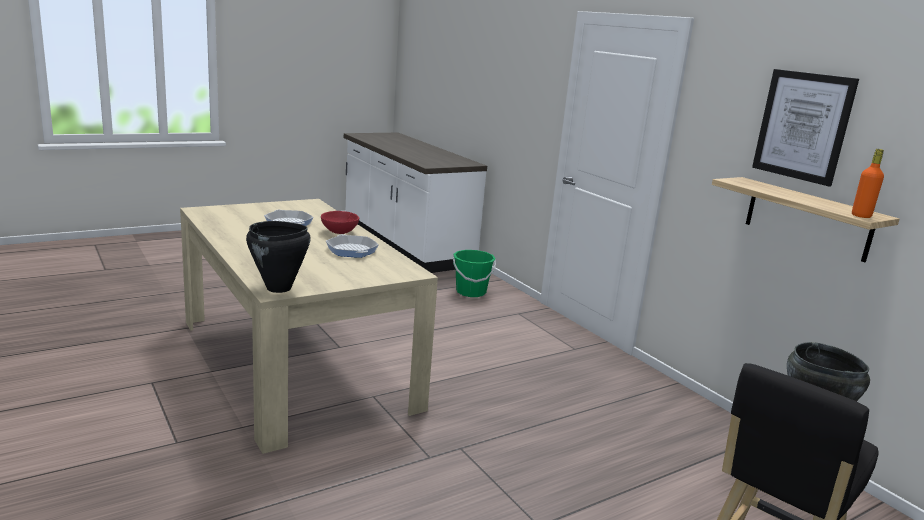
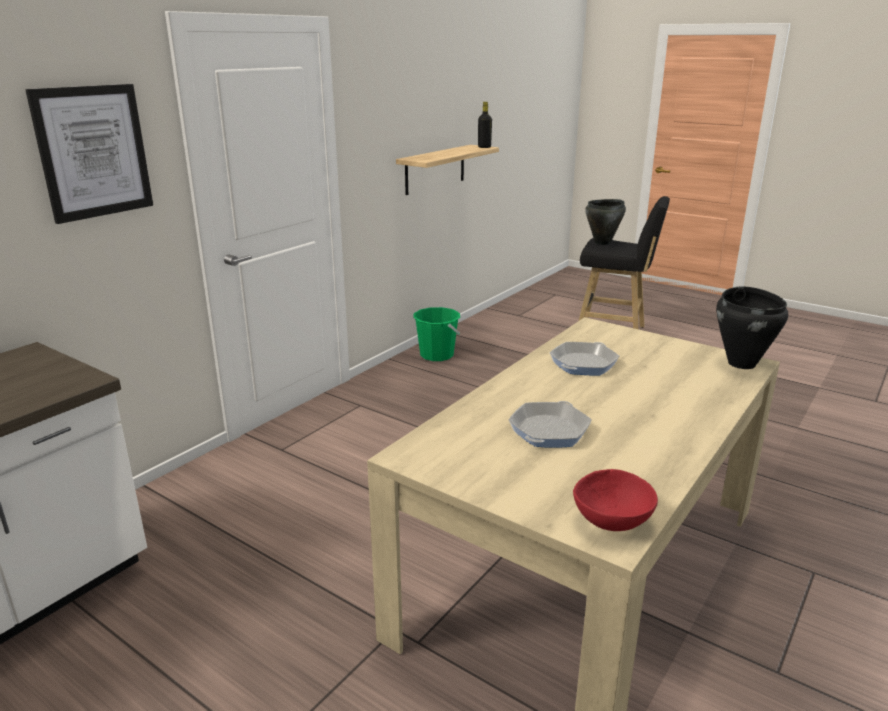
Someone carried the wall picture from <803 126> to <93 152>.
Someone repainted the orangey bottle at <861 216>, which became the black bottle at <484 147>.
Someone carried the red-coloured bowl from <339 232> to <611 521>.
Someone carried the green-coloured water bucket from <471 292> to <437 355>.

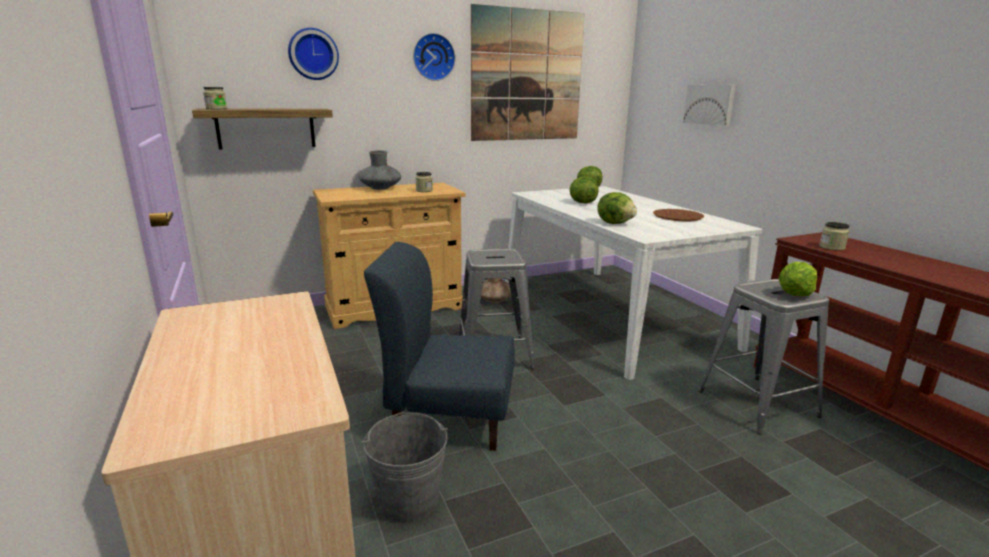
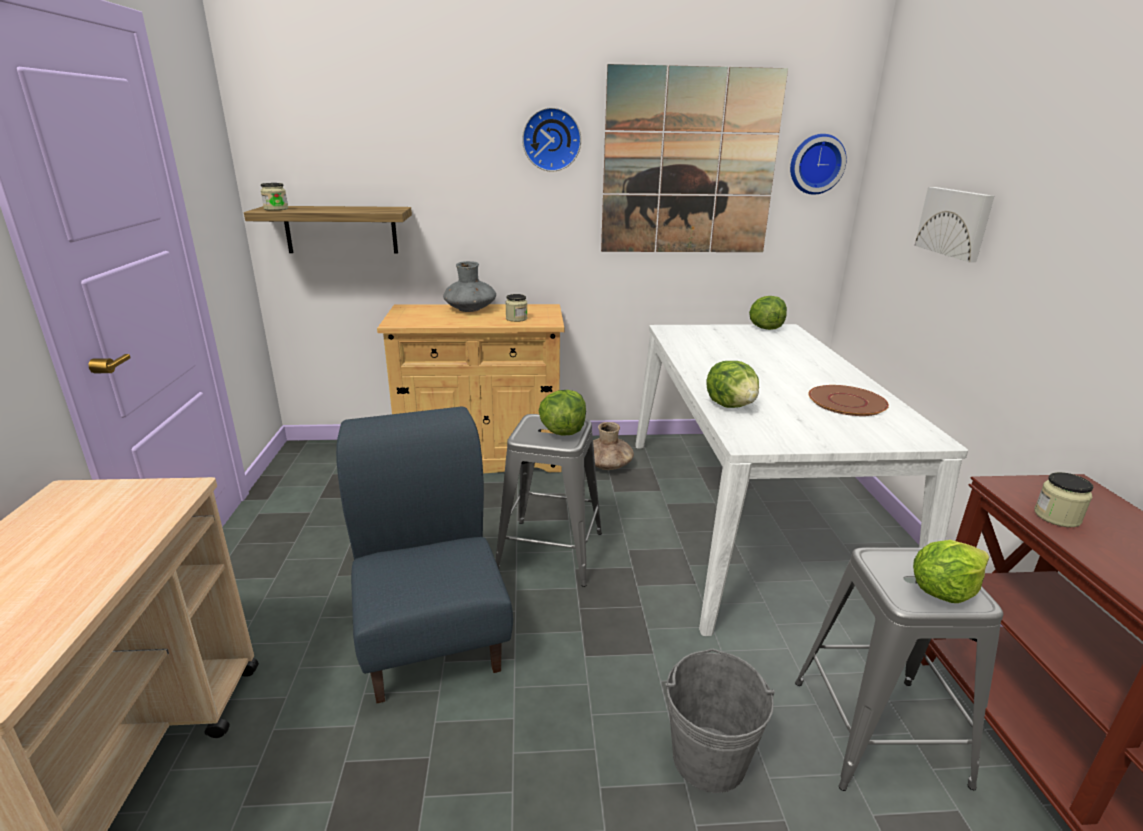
Someone carried the clock on the wall from <313 54> to <816 164>.
Someone carried the lettuce head from <582 203> to <562 431>.
Someone rotated the blue-coloured chair at <449 418> by 45 degrees clockwise.
Someone carried the gray water bucket from <409 500> to <709 758>.

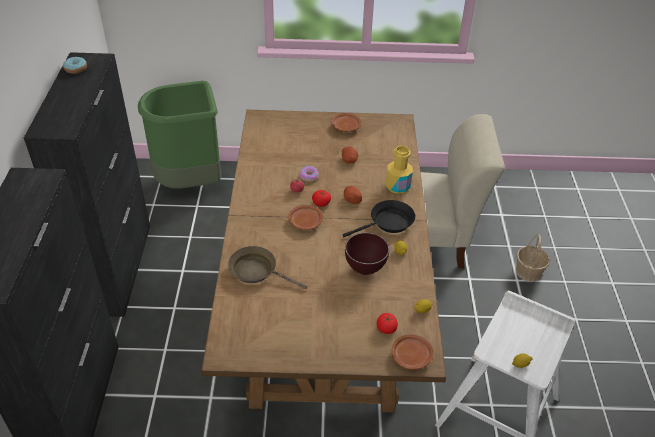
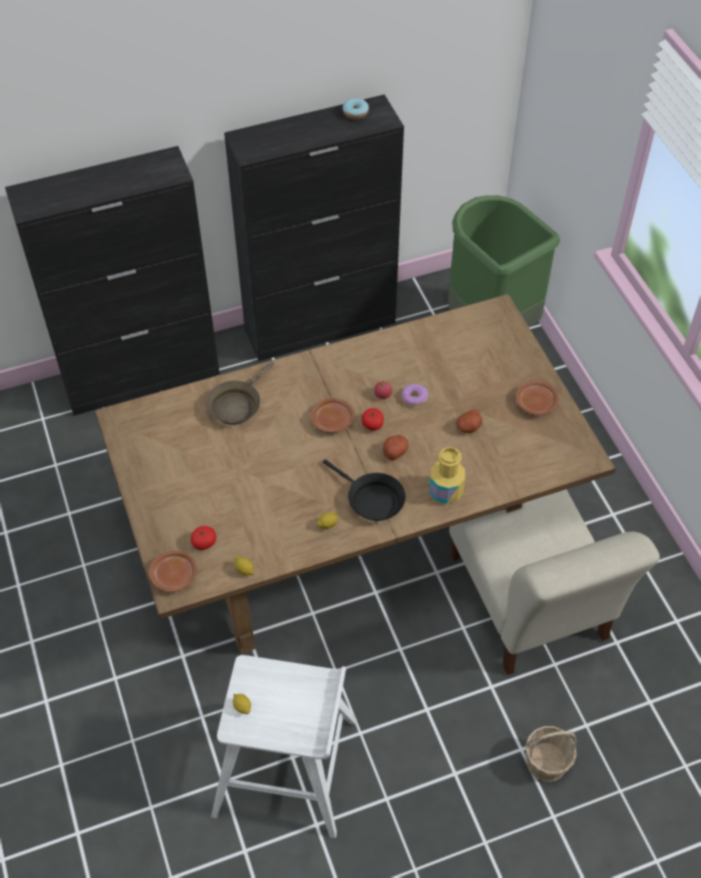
Someone took away the brown bowl at <364 270>.
Someone rotated the brown frying pan at <257 271> by 150 degrees counterclockwise.

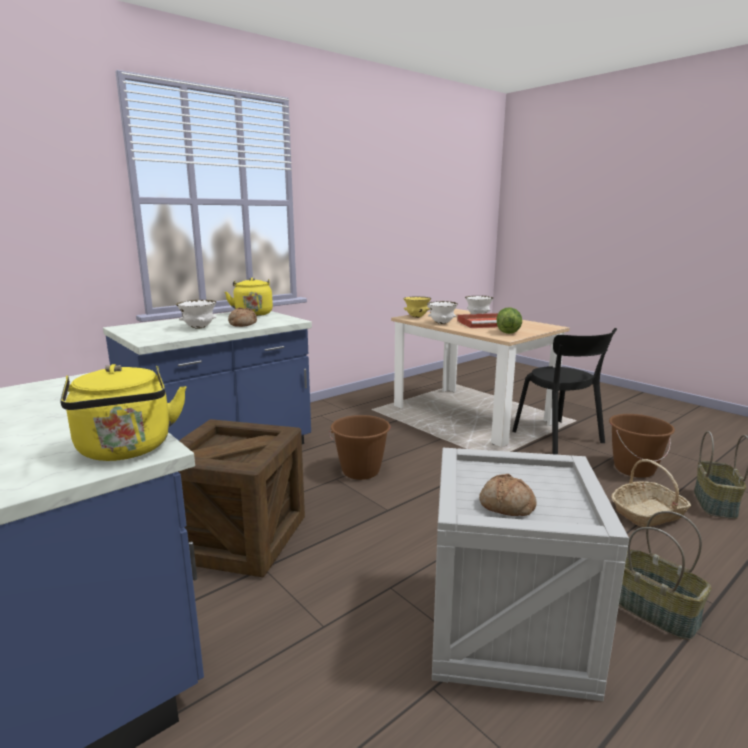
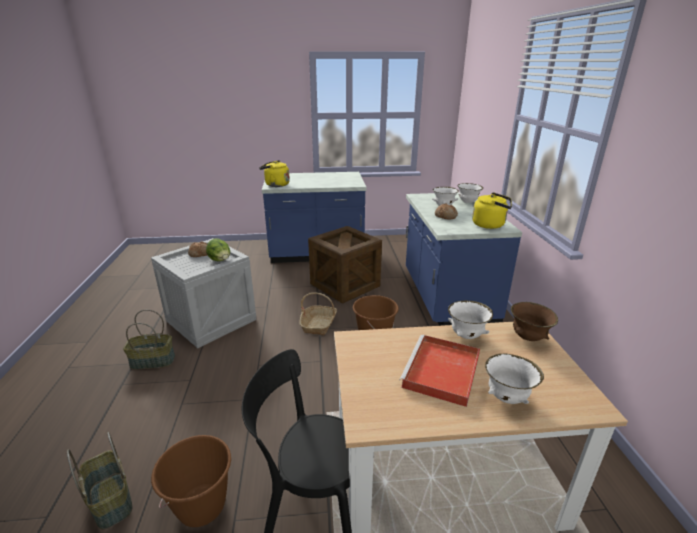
Someone repainted the yellow-coloured bowl at <417 317>, which became the brown bowl at <528 338>.
Someone carried the lettuce head from <508 332> to <220 261>.
Someone carried the basket from <648 514> to <319 324>.
Someone put down the whitish bowl at <467 202>.

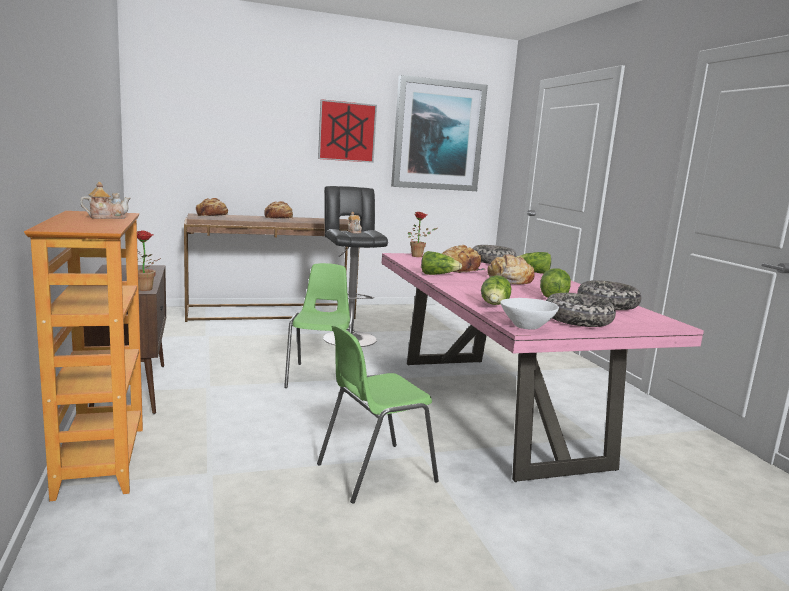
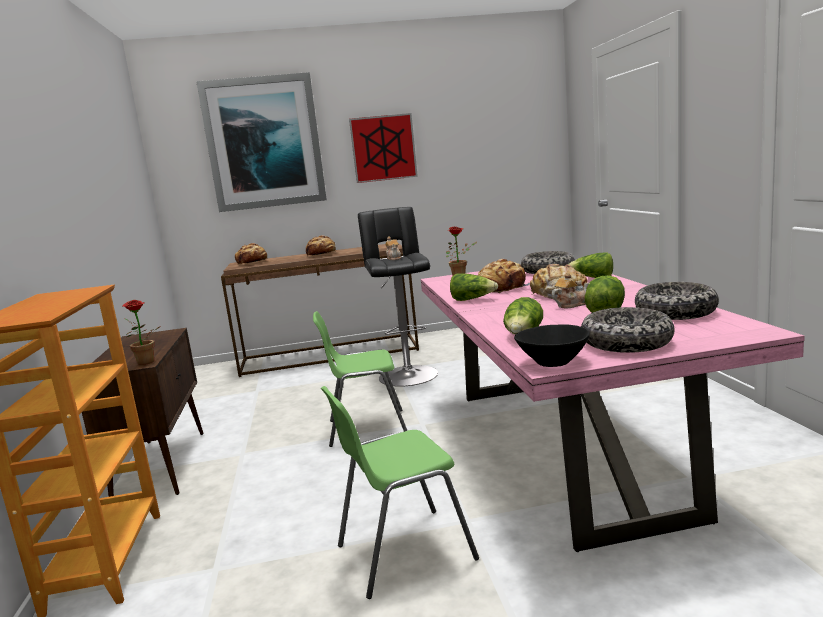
Someone carried the wall picture from <437 135> to <264 143>.
Someone carried the tea pot from <106 217> to <571 305>.
Someone rotated the green-coloured chair at <321 377> by 105 degrees counterclockwise.
Someone repainted the whitish bowl at <526 326>, which became the black bowl at <552 362>.

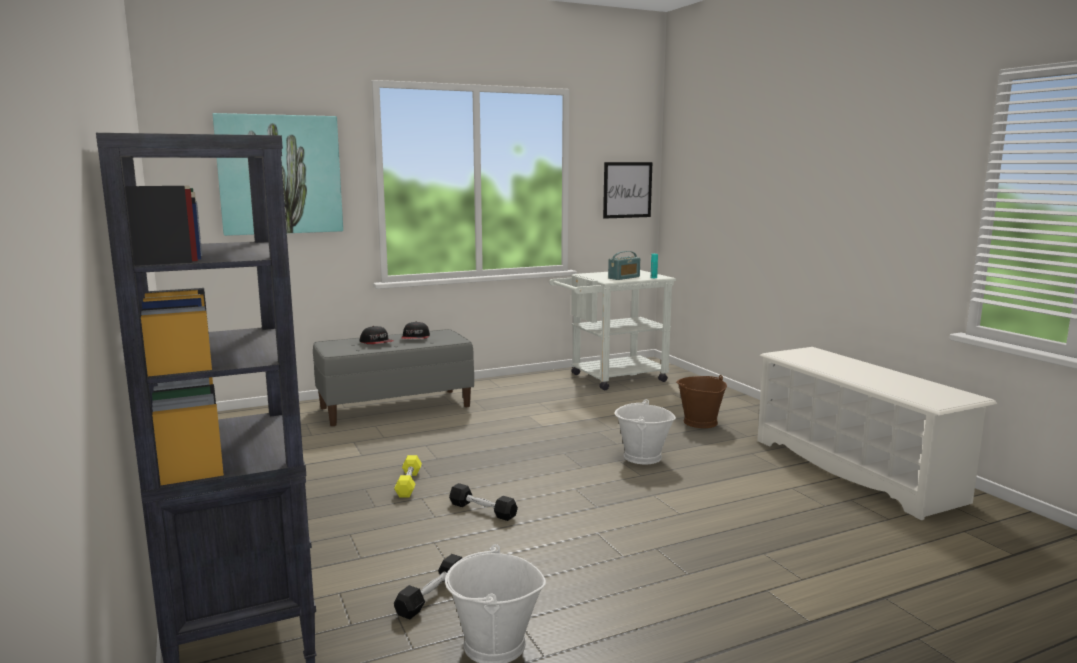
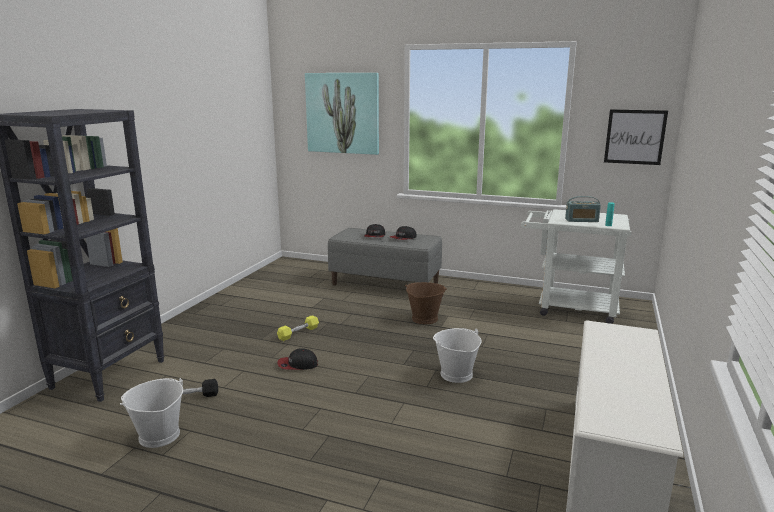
Someone carried the brown water bucket from <699 422> to <424 318>.
Someone swapped the black free weight at <482 510> for the peaked cap at <297 365>.

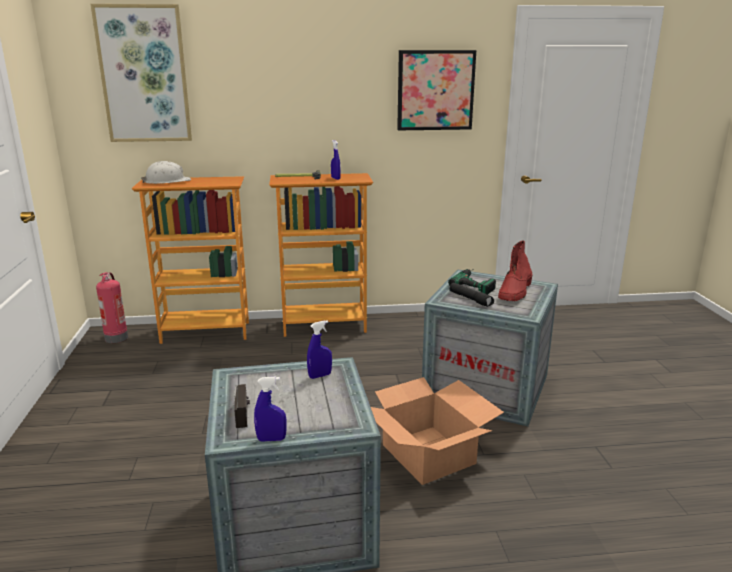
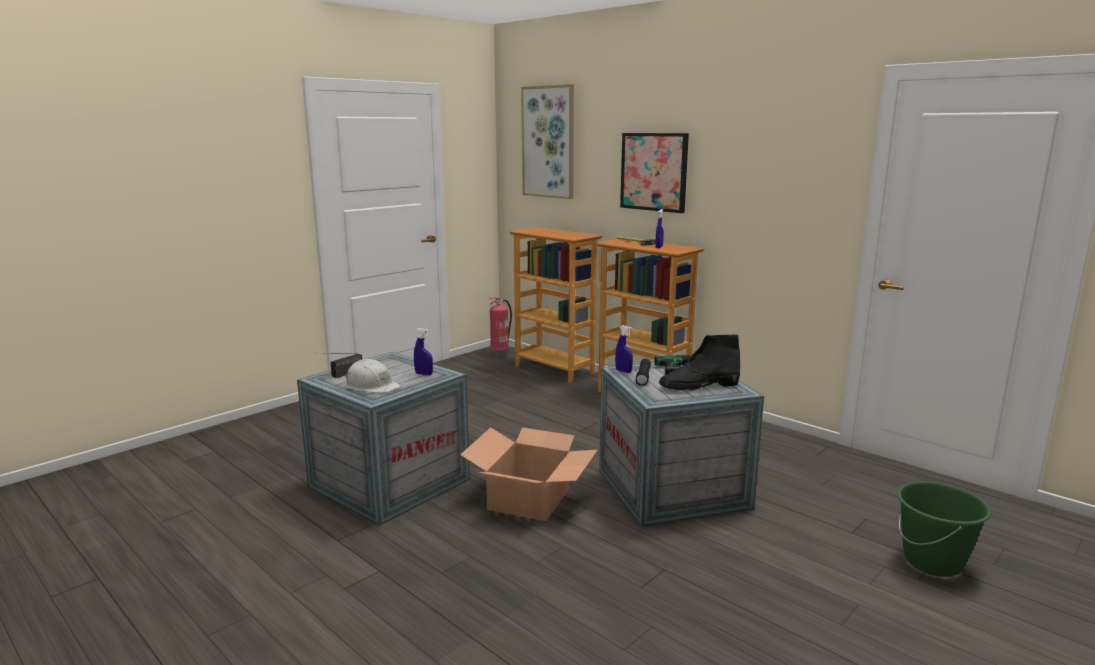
Someone carried the wall picture from <435 90> to <654 172>.
Someone carried the whitish safety helmet from <167 181> to <371 386>.
Someone repainted the red-coloured boot at <515 292>, which became the black boot at <698 386>.
Someone carried the blue-coloured sprayer from <271 439> to <623 371>.
Someone put down the green-coloured water bucket at <933 562>.

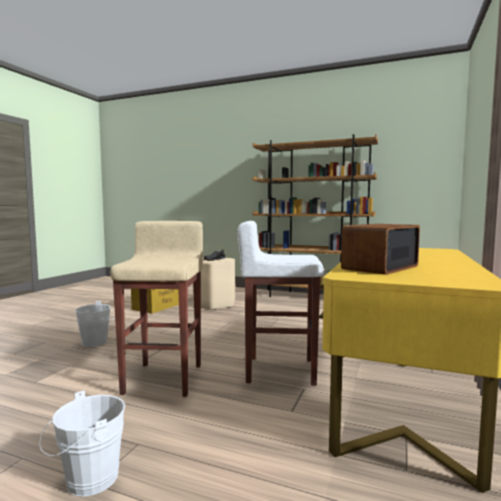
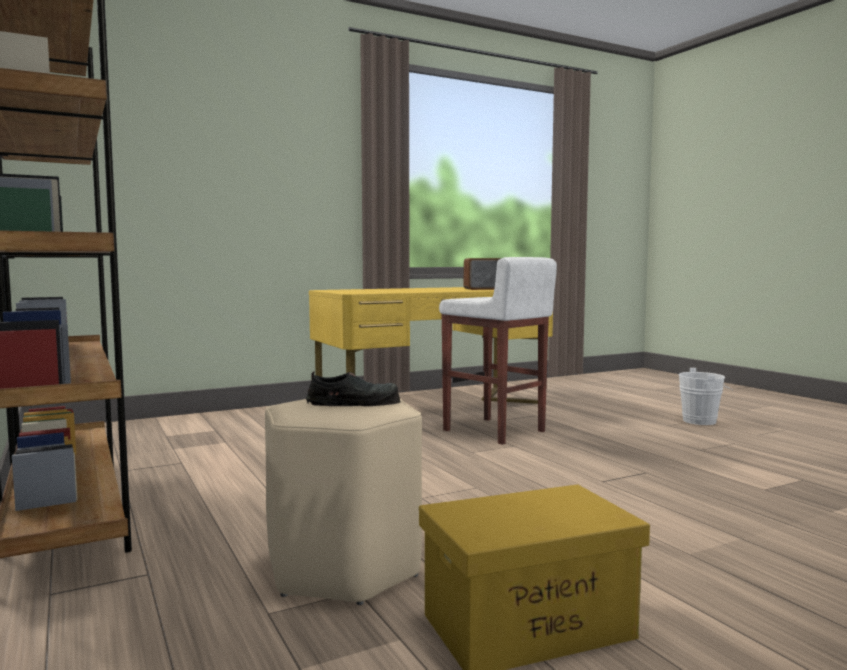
Someone took away the sand-coloured sitting stool at <165 378>.
Someone took away the whitish water bucket at <97 342>.

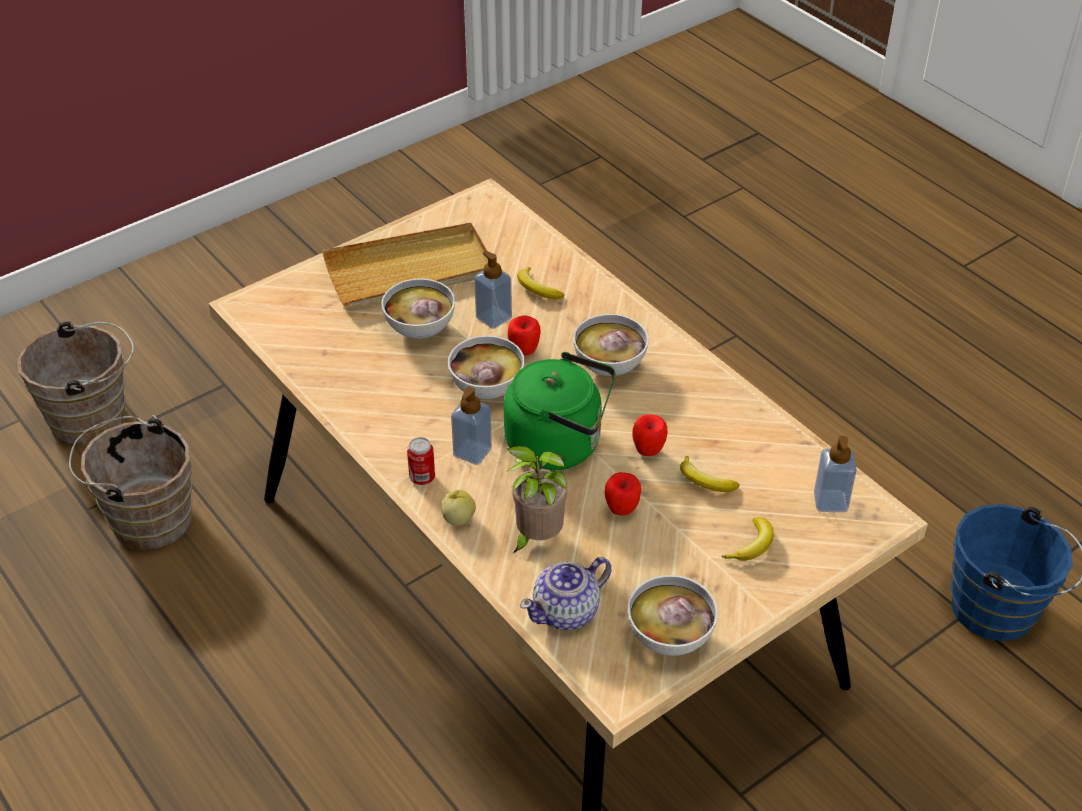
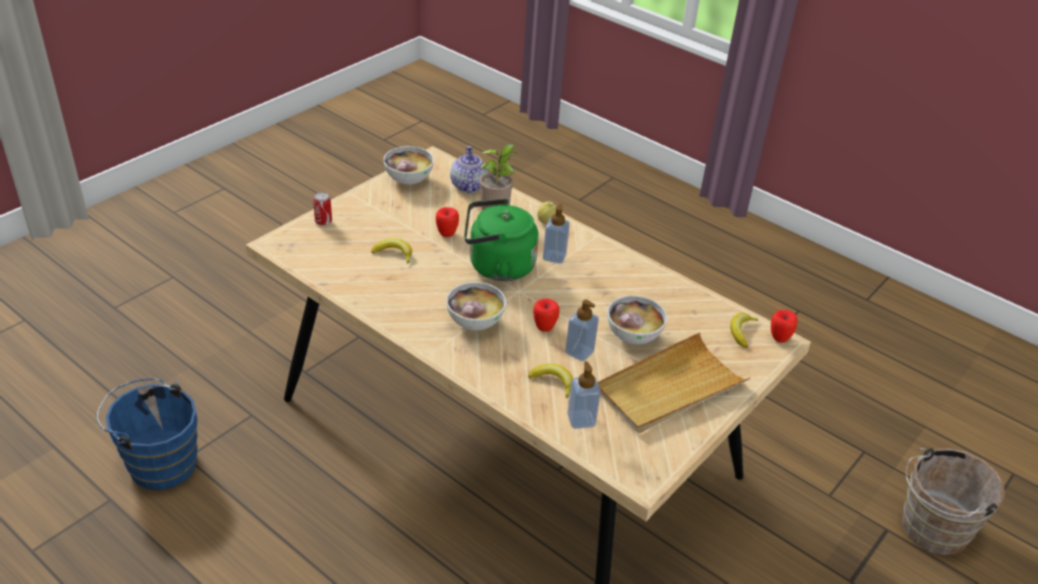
Someone took away the bowl at <486 388>.
Someone took away the brown water bucket at <145 518>.
Someone carried the whole apple from <648 452> to <779 338>.
Someone carried the liquid soap bottle from <830 501> to <581 419>.
Someone carried the can from <422 478> to <323 222>.
Someone carried the banana from <752 546> to <741 332>.
Someone rotated the tea pot at <567 612> by 45 degrees counterclockwise.

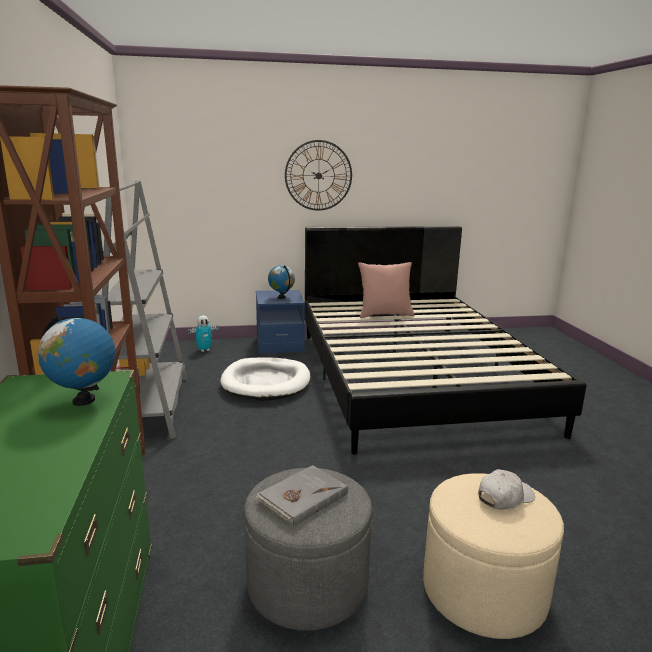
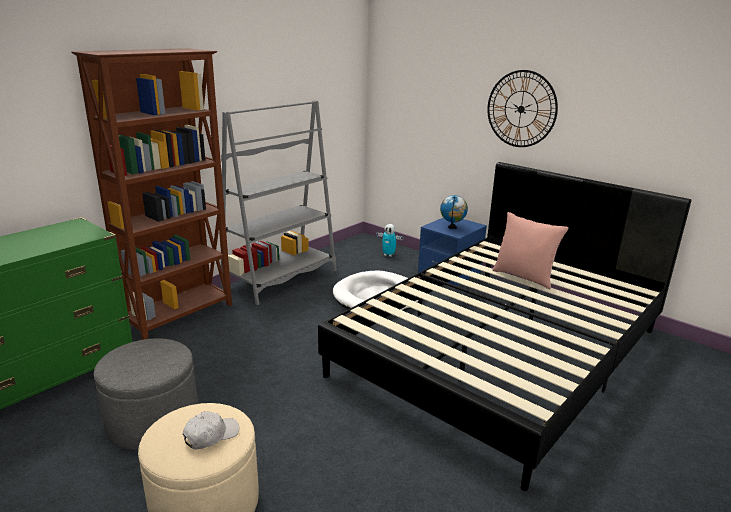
Someone took away the globe at <83 400>.
Someone took away the gray volume at <302 497>.
Someone rotated the whitish peaked cap at <504 497> by 60 degrees counterclockwise.

